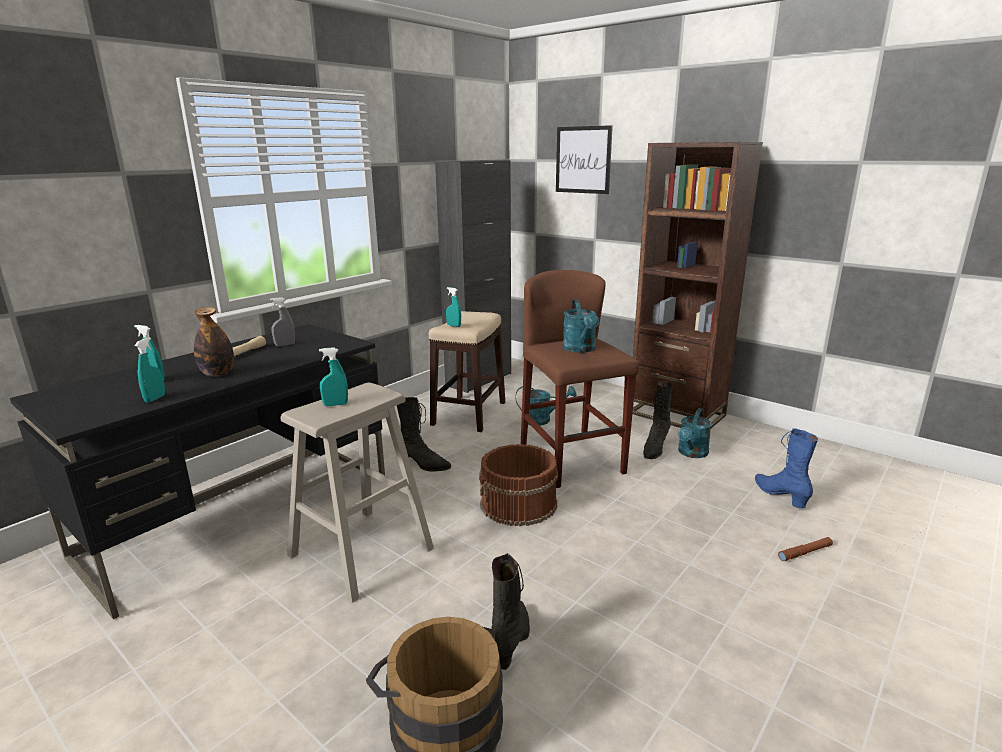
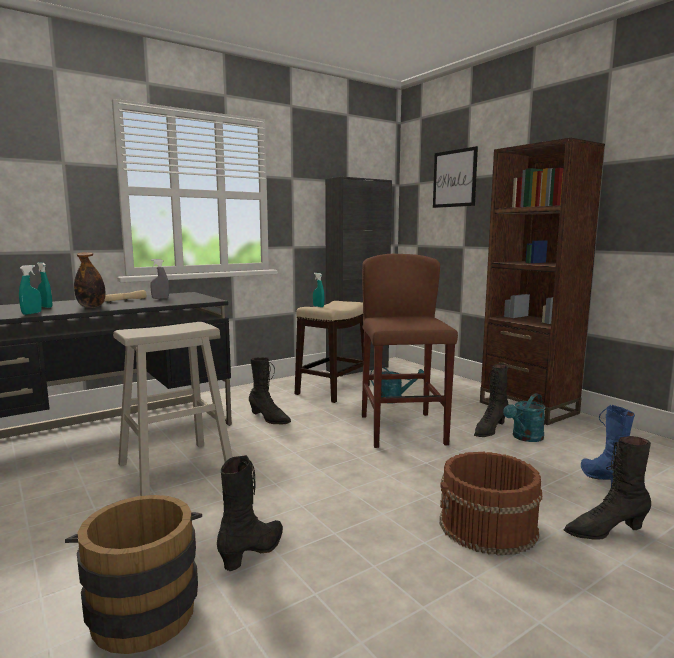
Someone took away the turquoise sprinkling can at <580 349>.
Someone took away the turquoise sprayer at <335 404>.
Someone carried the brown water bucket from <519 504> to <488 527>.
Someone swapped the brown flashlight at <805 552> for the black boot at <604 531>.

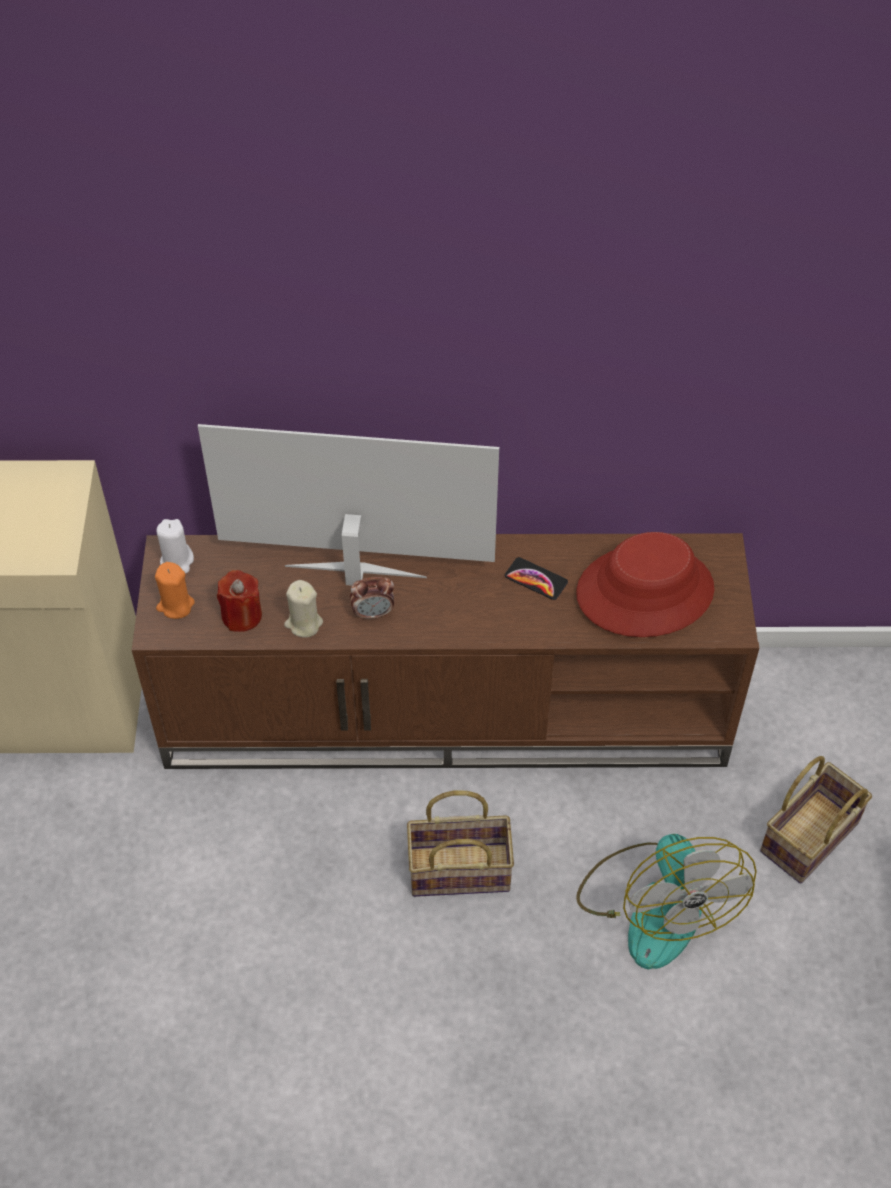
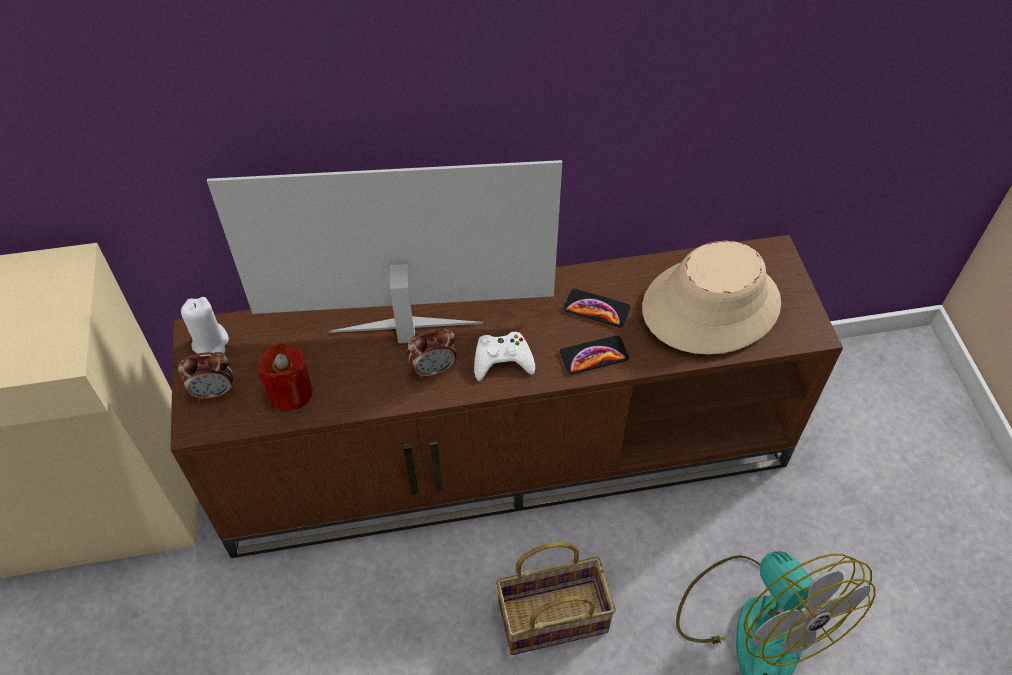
Someone repainted the red-coloured clothing hat at <644 591>, which became the sand-coloured clothing hat at <710 305>.
Someone swapped the orangey wax light at <175 605> for the alarm clock at <214 392>.
Someone took away the sand-coloured wax light at <303 623>.
Someone took away the basket at <809 840>.
Someone put down the whitish gamepad at <502 360>.
Someone put down the handset at <594 355>.

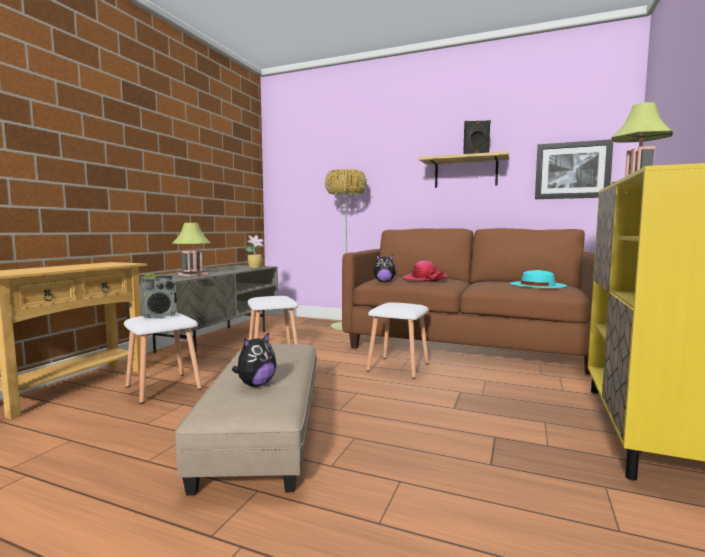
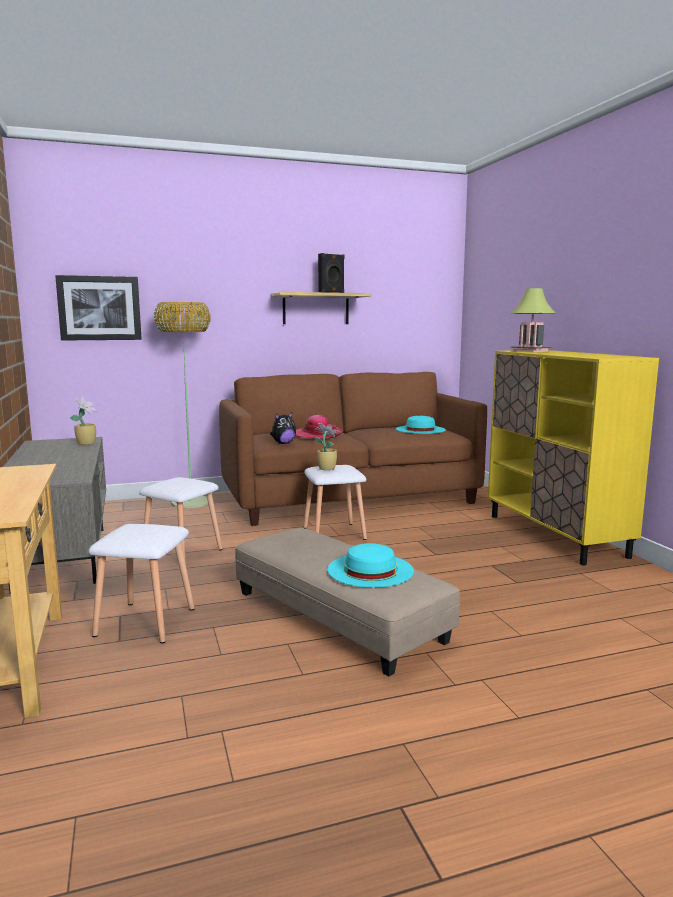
Someone carried the wall picture from <572 170> to <99 308>.
Someone took away the tabletop lamp at <193 274>.
Someone took away the radio at <159 315>.
Someone swapped the soft toy at <256 384> for the turquoise clothing hat at <370 570>.
Someone put down the plant in a pot at <326 468>.

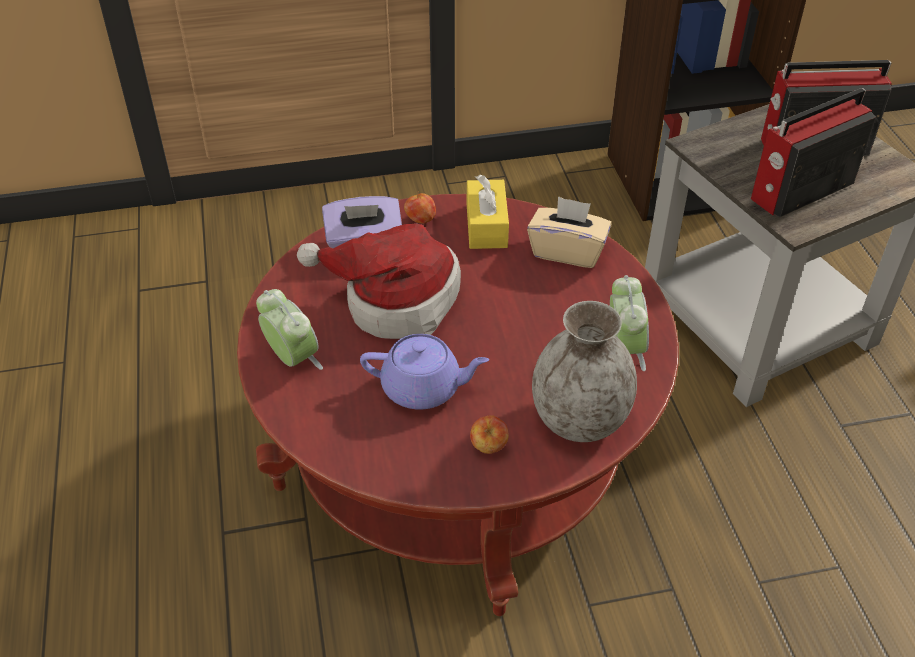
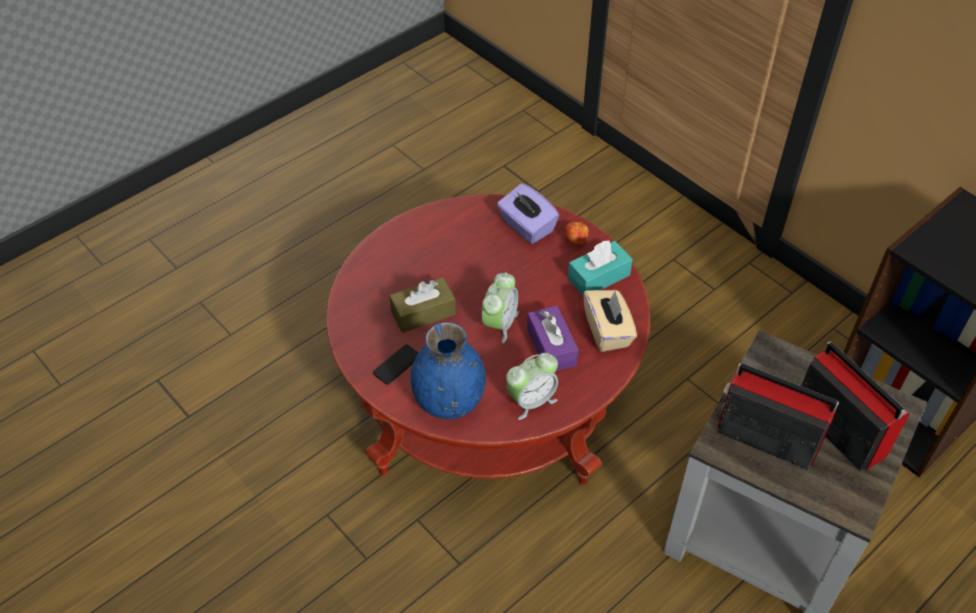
Someone repainted the yellow-coloured box of tissues at <486 225>, which became the turquoise box of tissues at <598 277>.
Someone took away the clothing hat at <394 301>.
Someone carried the alarm clock from <292 359> to <500 324>.
Someone repainted the gray vase at <580 421>, which became the blue-coloured vase at <448 401>.
Someone swapped the purplish tea pot at <423 388> for the brown box of tissues at <423 313>.
Someone swapped the whole apple at <488 447> for the handset at <397 365>.
Someone put down the purplish box of tissues at <551 347>.

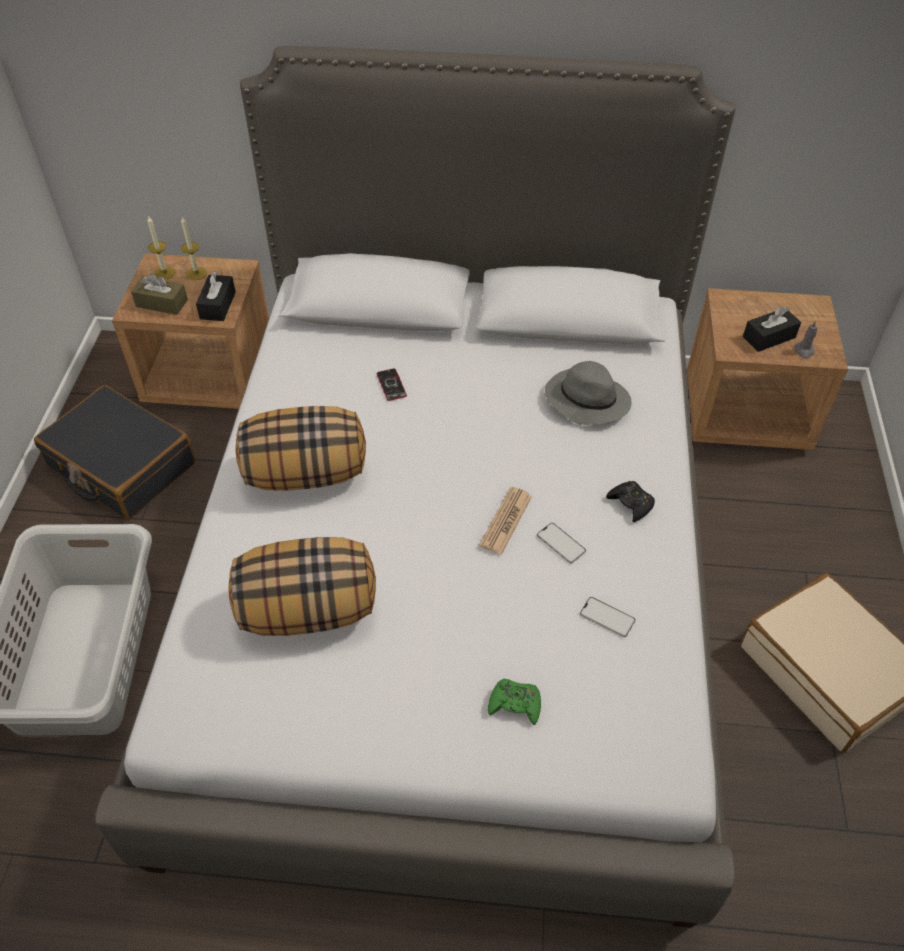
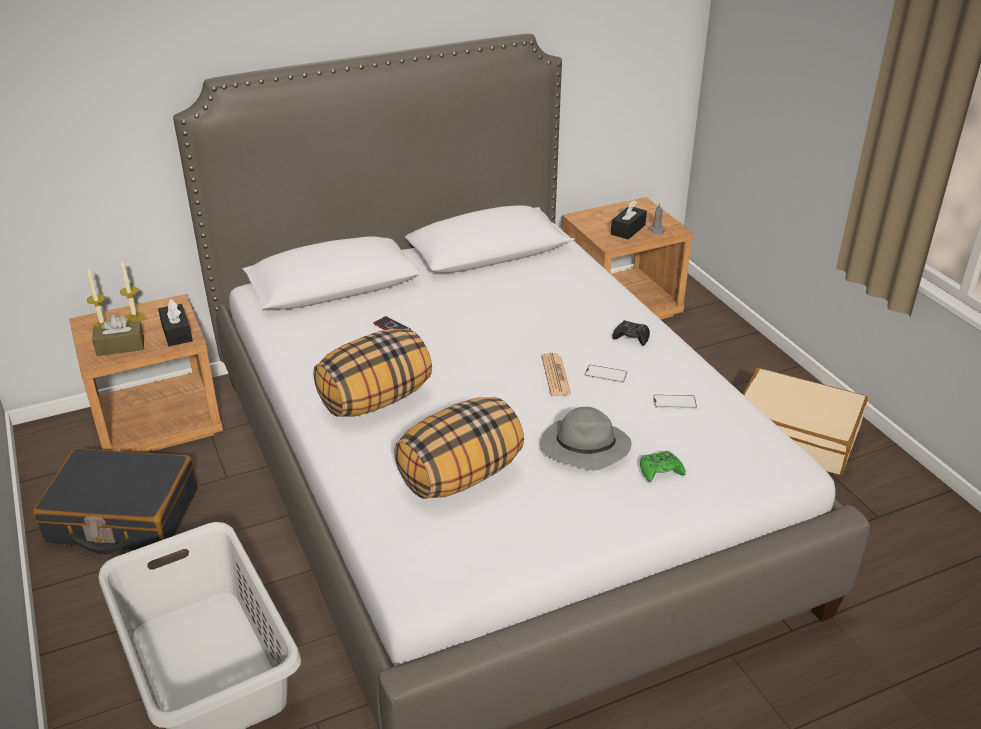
Someone carried the gray clothing hat from <585 400> to <583 448>.

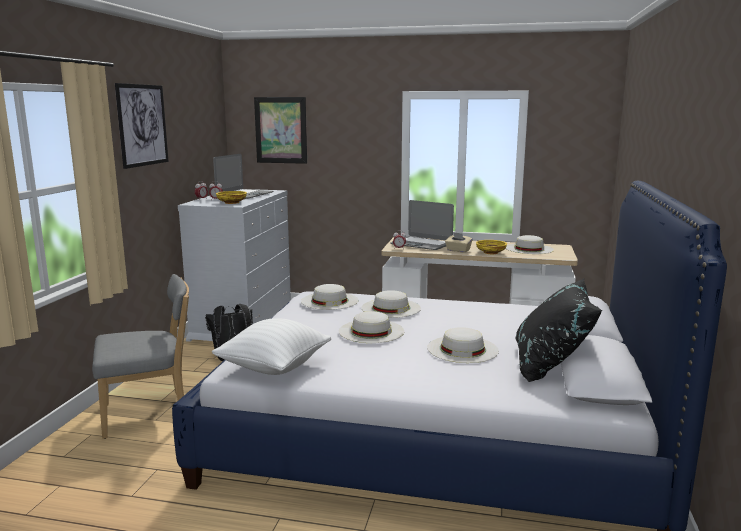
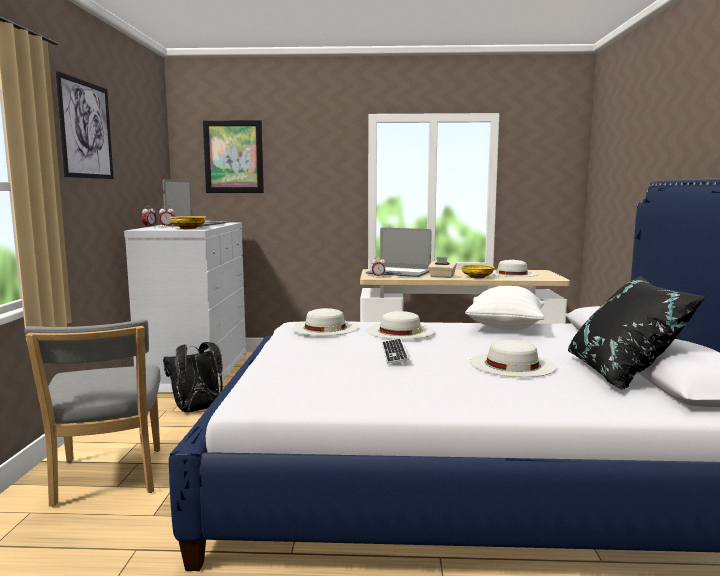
Someone rotated the gray chair at <150 414> by 105 degrees clockwise.
Someone swapped the whitish clothing hat at <371 331> for the PC keyboard at <394 353>.
Someone carried the whitish pillow from <274 367> to <505 328>.

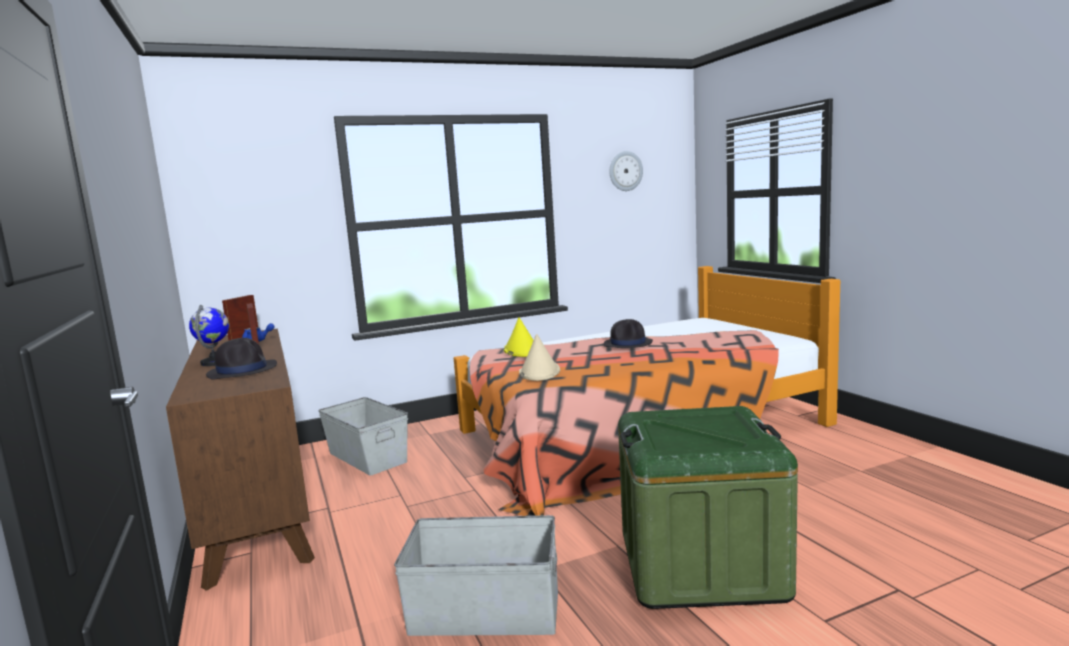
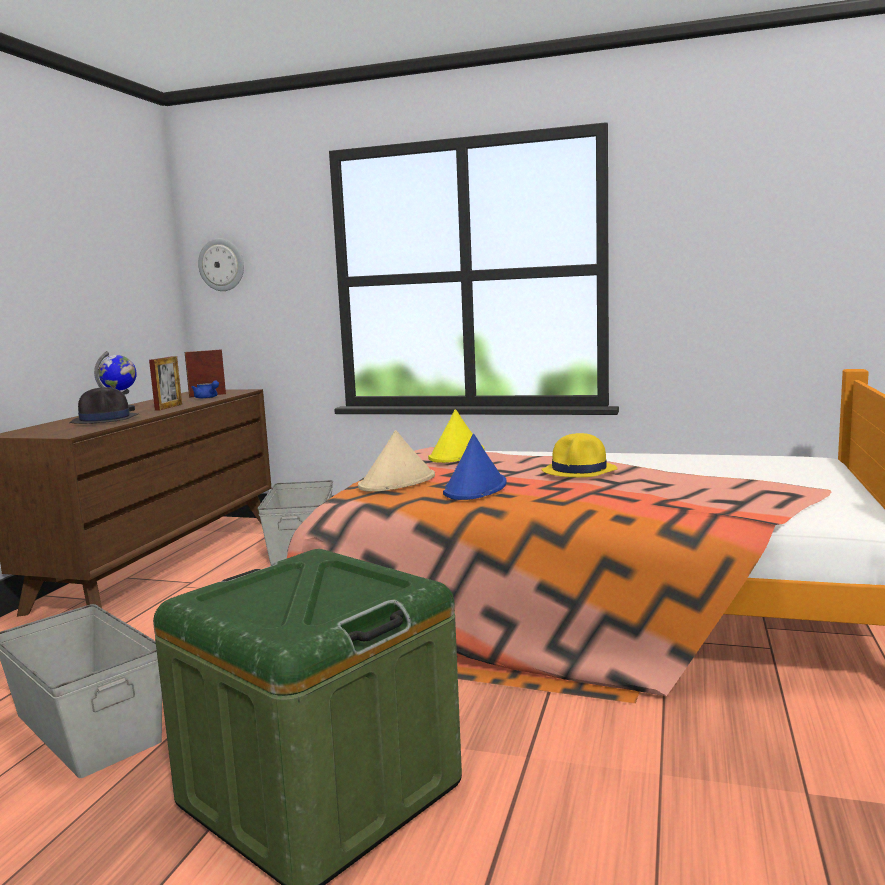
Someone carried the clock on the wall from <625 171> to <222 265>.
Someone repainted the black clothing hat at <628 343>, which became the yellow-coloured clothing hat at <579 470>.
Someone put down the blue-coloured clothing hat at <475 488>.

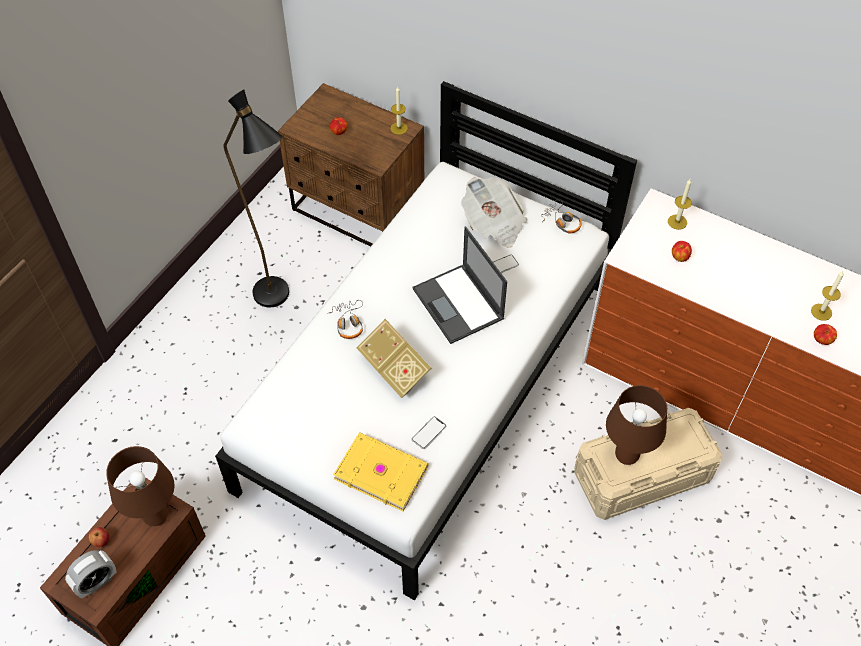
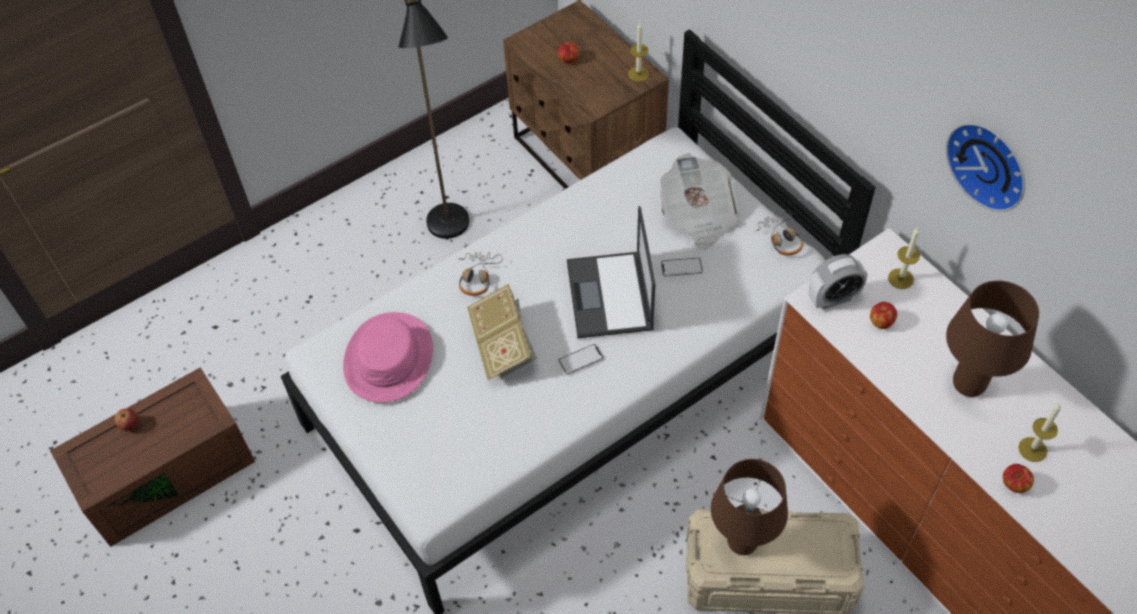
Someone carried the handset from <428 433> to <581 360>.
Someone took away the yellow-coloured volume at <381 471>.
Someone carried the brown tabletop lamp from <157 516> to <969 385>.
Someone carried the alarm clock from <97 582> to <833 298>.
Someone put up the clock on the wall at <990 163>.
Someone put down the pinkish clothing hat at <389 358>.

